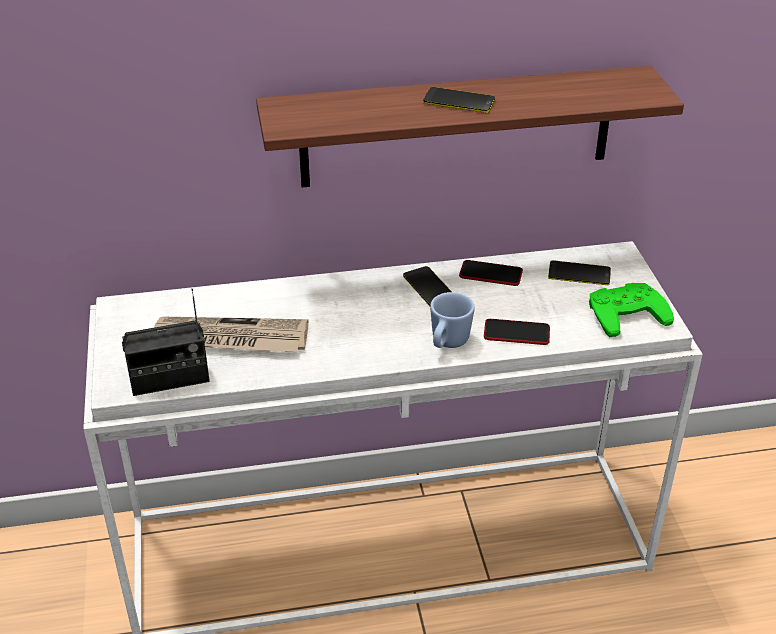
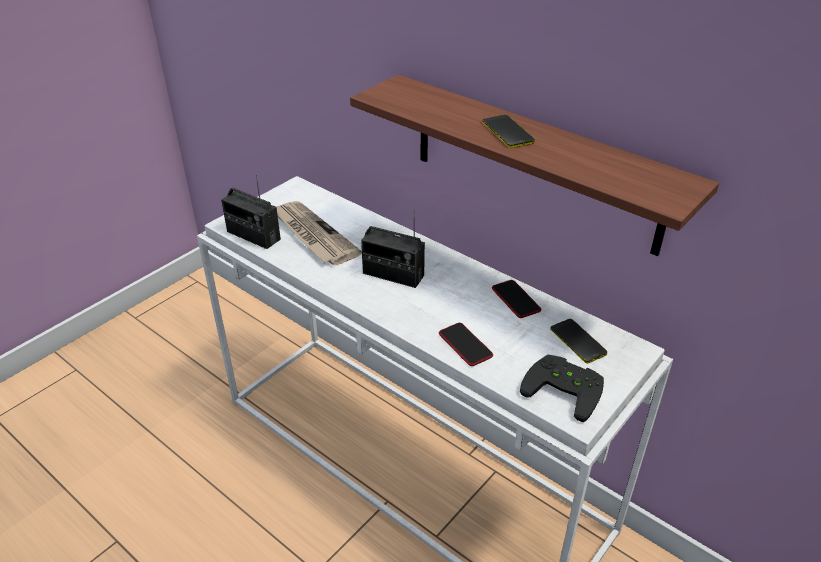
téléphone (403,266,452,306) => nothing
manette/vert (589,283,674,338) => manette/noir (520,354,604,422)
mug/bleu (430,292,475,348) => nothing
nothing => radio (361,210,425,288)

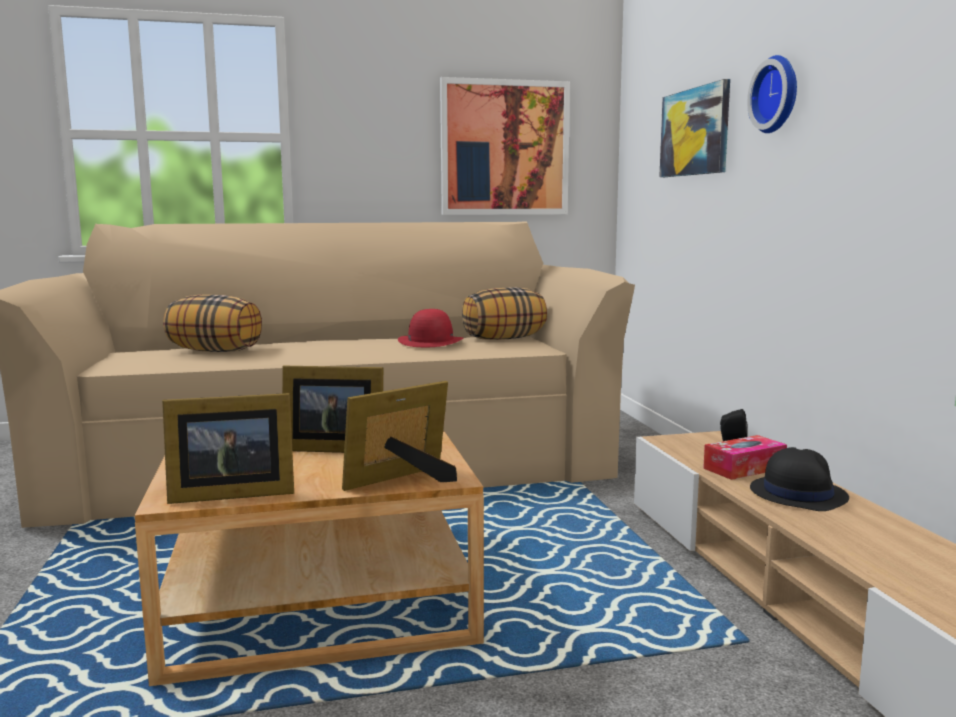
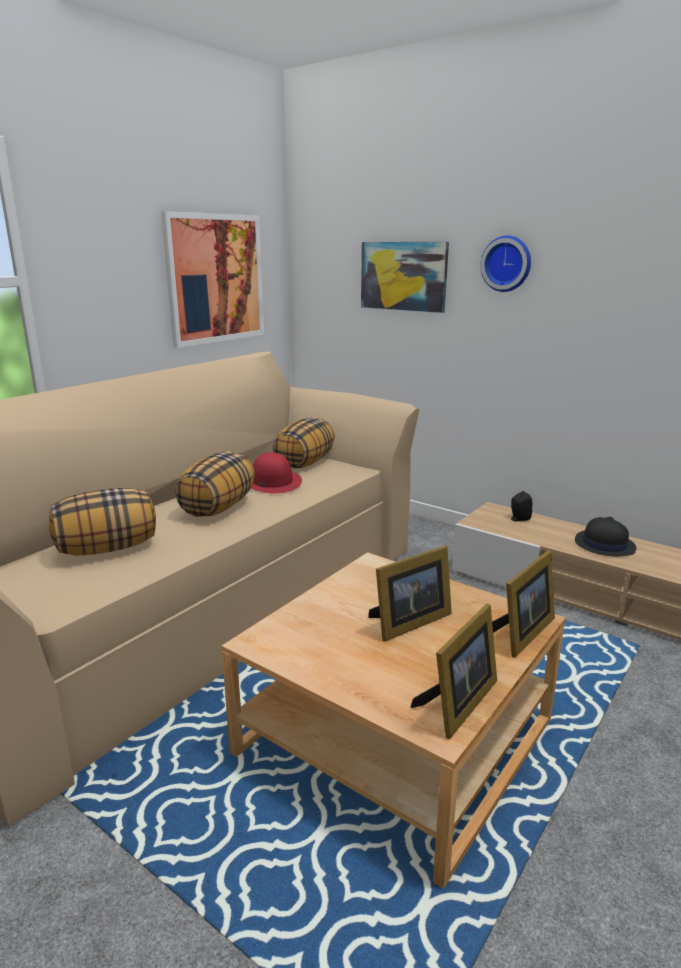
cadre photo (342,381,457,491) => cadre photo (492,550,555,658), 150 degrees counterclockwise
boîte à mouchoirs (703,435,787,480) => nothing
nothing => coussin (175,451,255,517)

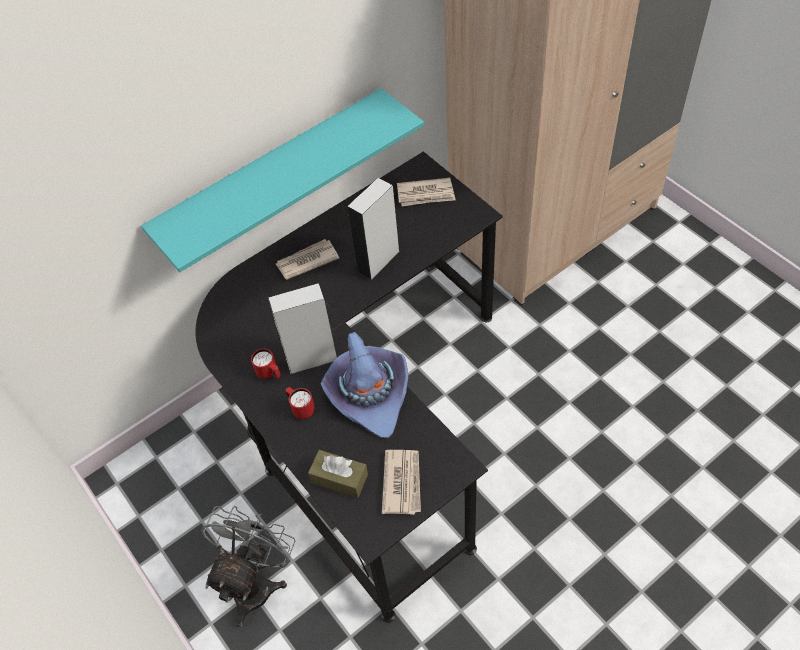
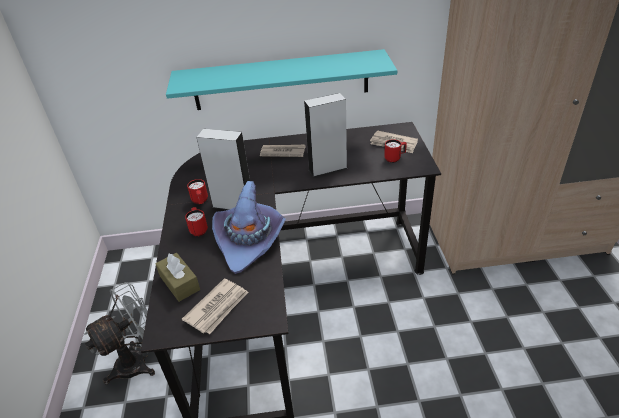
nothing => mug/rouge (384,139,407,163)

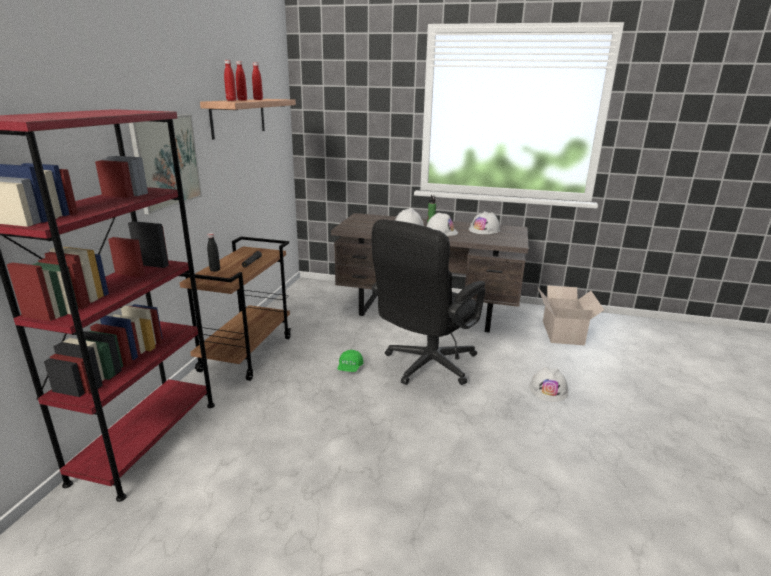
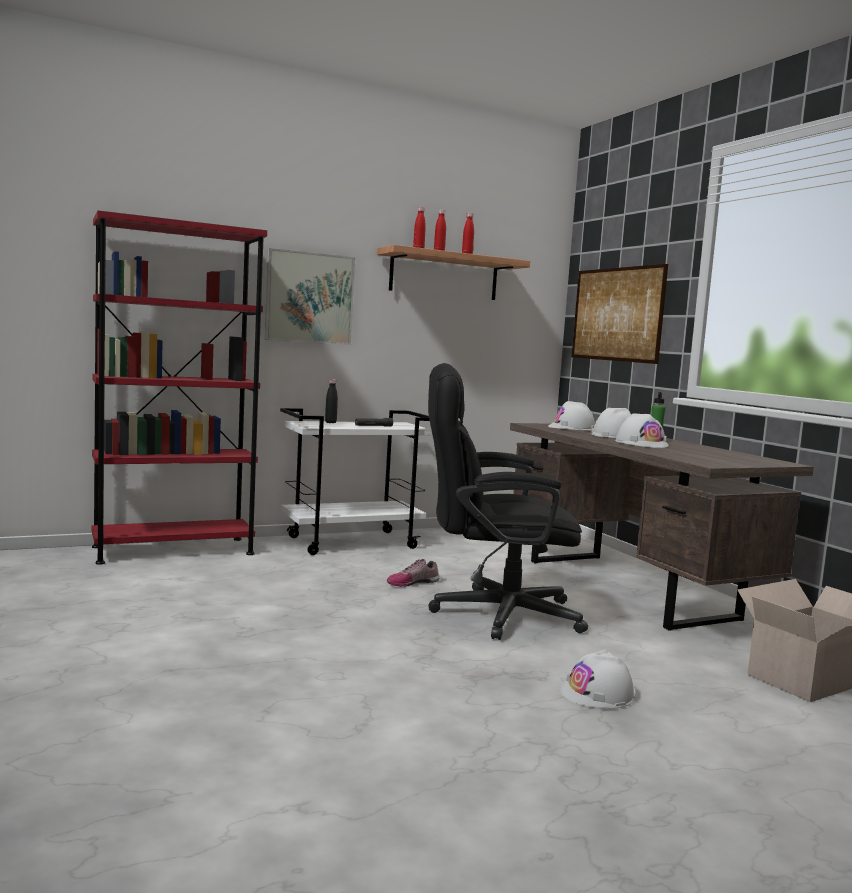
casque de chantier/blanc (469,211,500,234) => casque de chantier/blanc (548,401,595,431), move
chariot/marron (179,237,291,381) => chariot/blanc (280,408,432,555)
casquette/vert (338,350,364,372) => chaussure (387,559,440,587)
nothing => tableau (571,264,668,364)

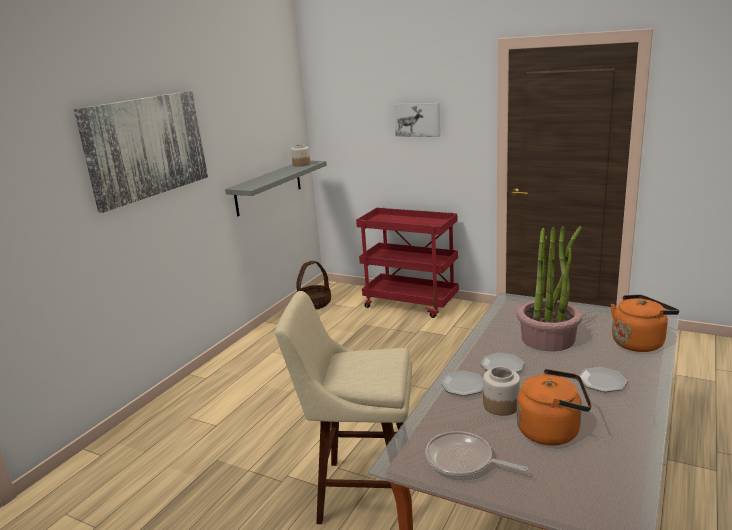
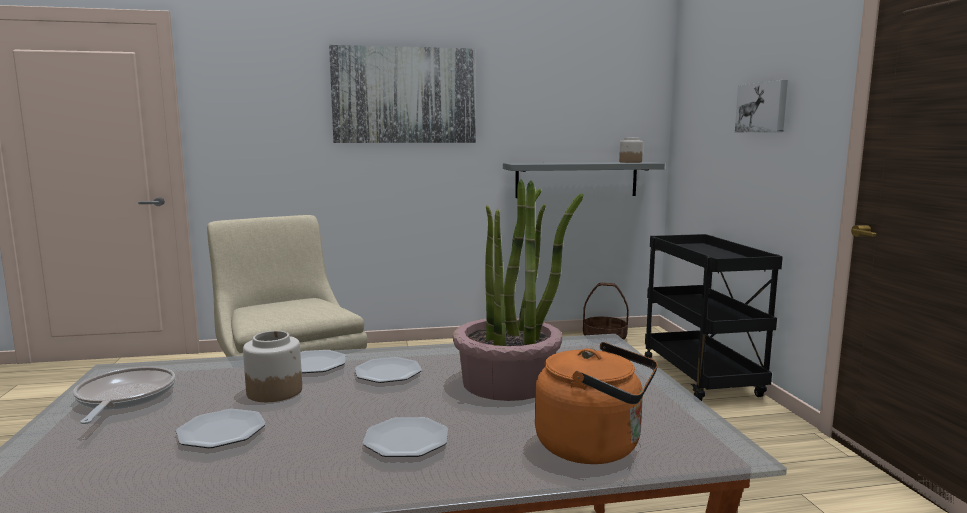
chariot/rouge (356,208,459,318) => chariot/noir (644,234,783,401)
bouilloire/orange (517,369,592,446) => assiette (176,409,266,448)

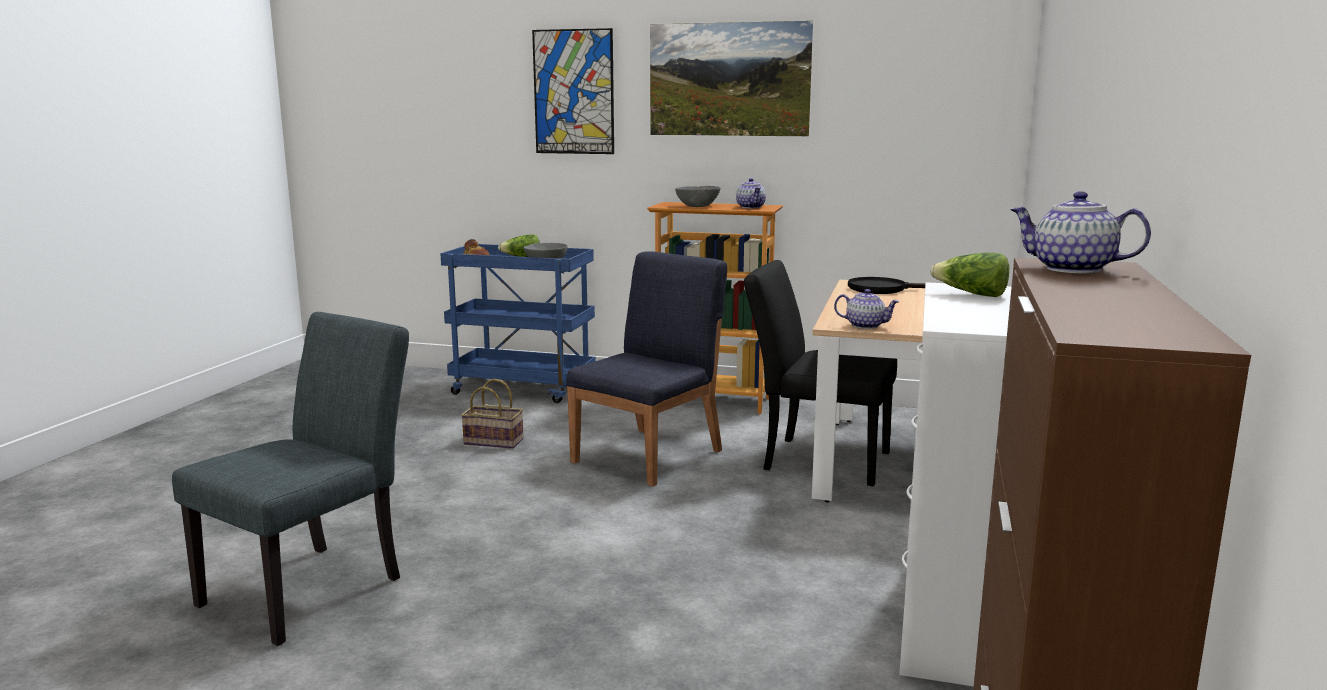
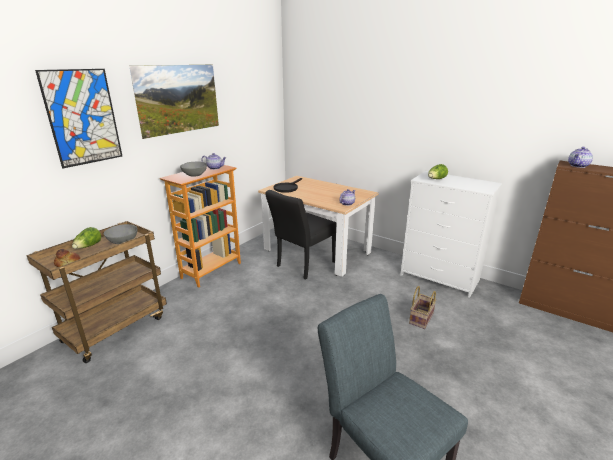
chariot/bleu (440,244,596,403) => chariot/marron (26,221,167,363)
chaise/bleu (566,251,727,487) => nothing
panier (461,379,523,449) => panier (409,286,437,329), move

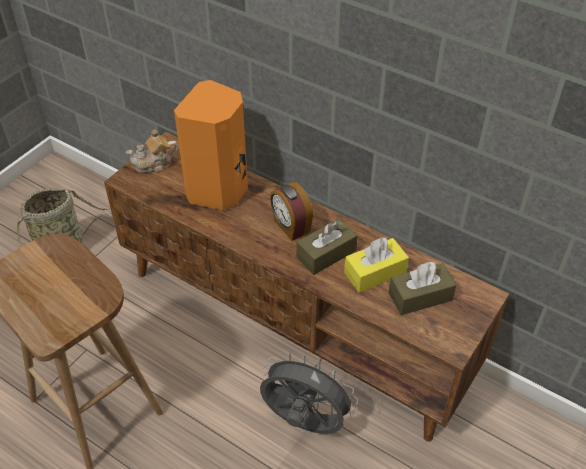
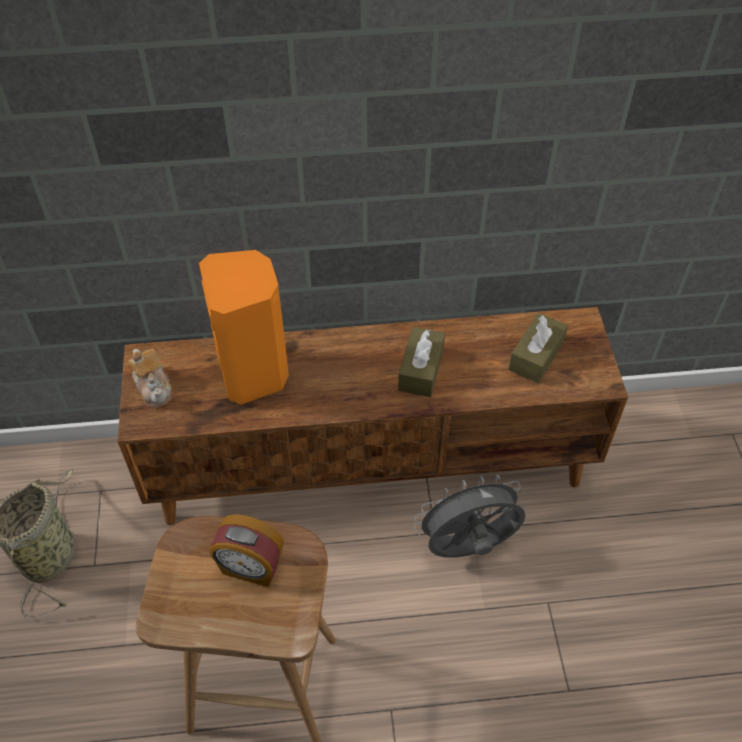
théière (126,129,178,173) => théière (128,349,172,408), 60 degrees counterclockwise
réveil (270,182,313,241) => réveil (209,514,284,588), move
boîte à mouchoirs/jaune (344,237,409,292) => nothing

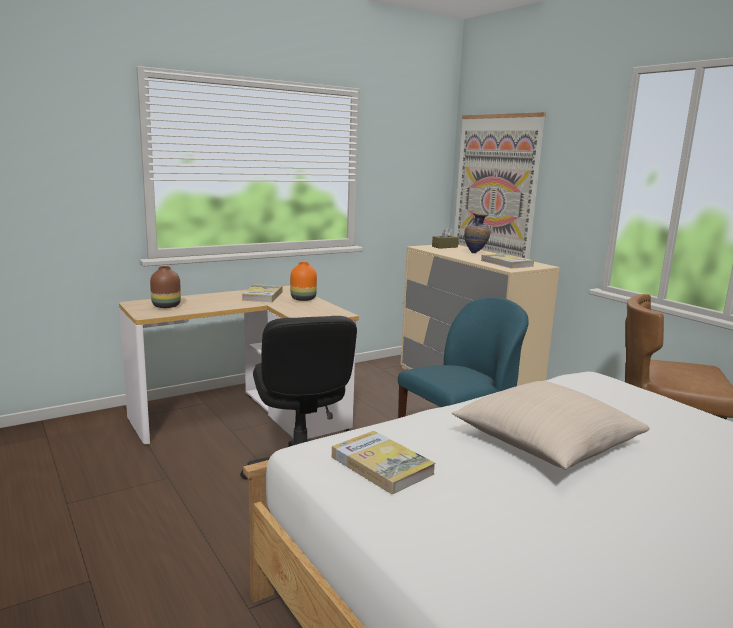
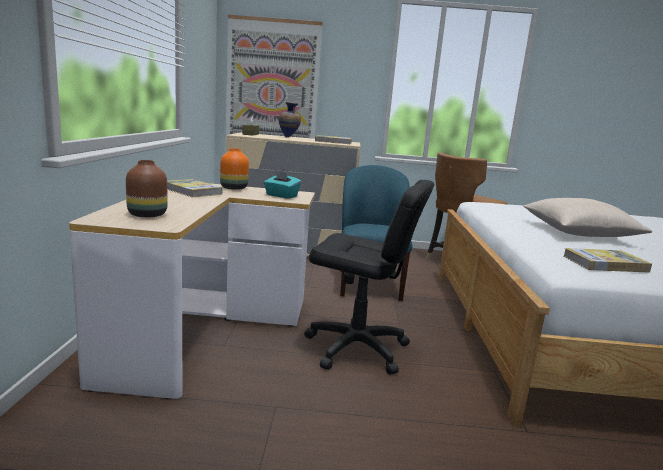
nothing => boîte à mouchoirs/turquoise (264,170,301,199)

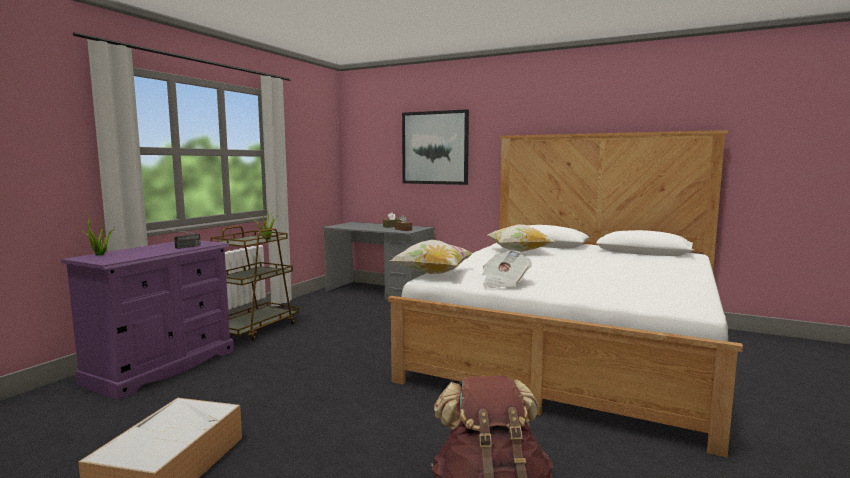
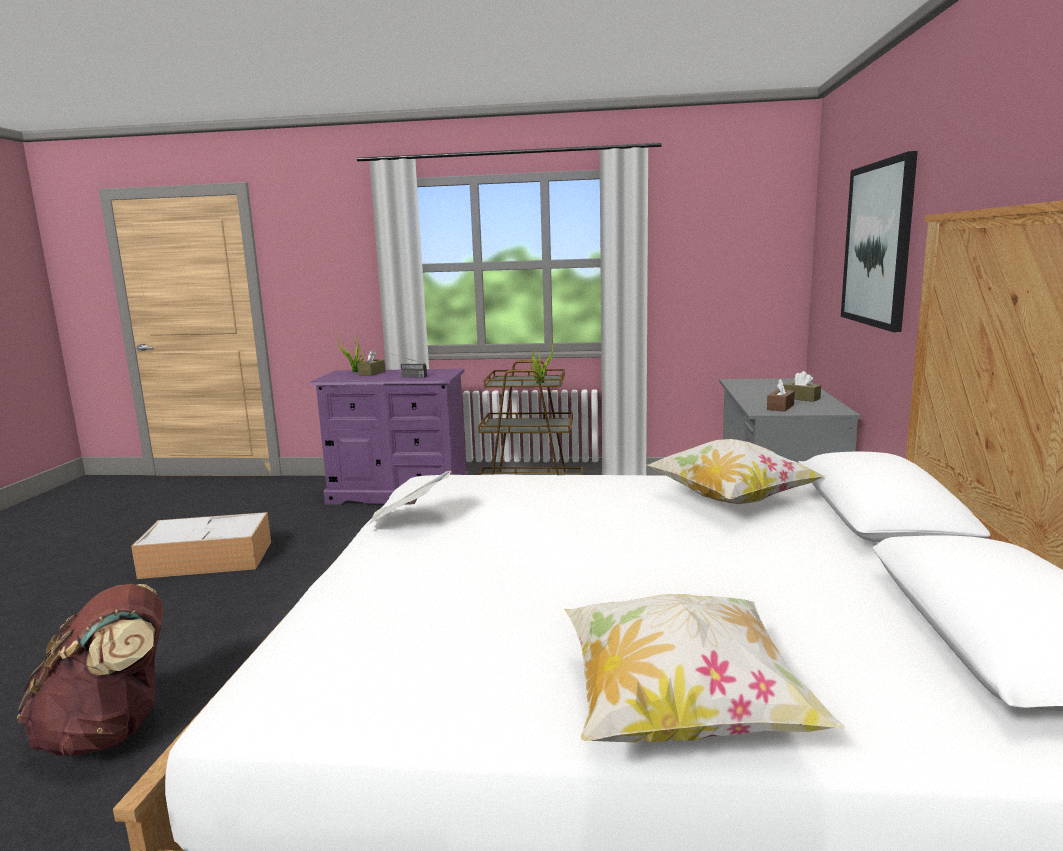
coussin (389,240,473,274) => coussin (564,594,845,742), move
nothing => boîte à mouchoirs/marron (358,350,385,376)

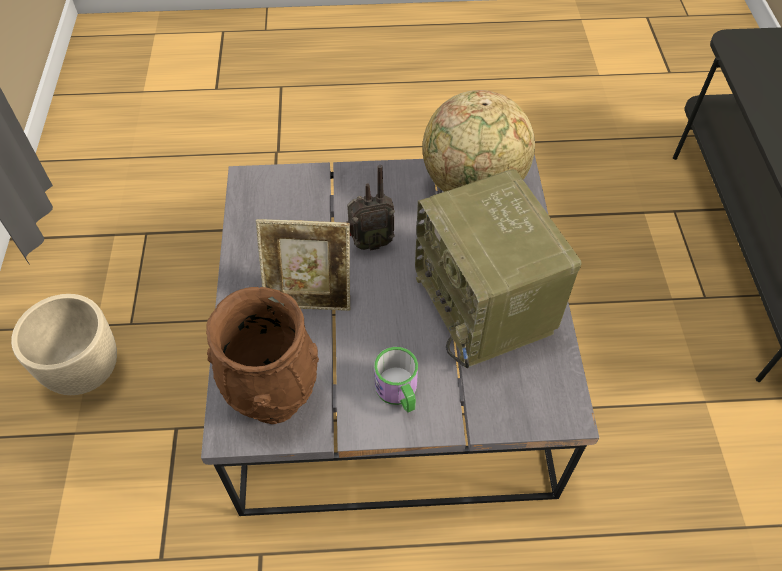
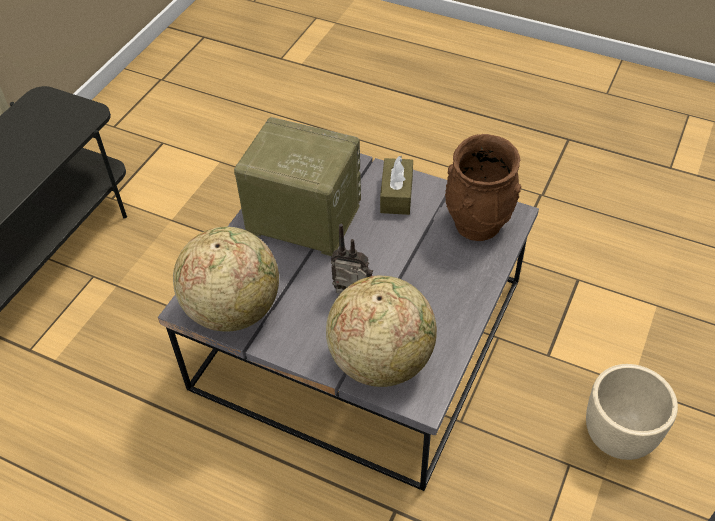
radio (415,169,582,368) => radio (234,117,361,256), 75 degrees counterclockwise
cadre photo (256,219,350,311) => nothing
mug (374,347,418,412) => boîte à mouchoirs/marron (380,156,413,215)
nothing => globe (326,276,437,387)

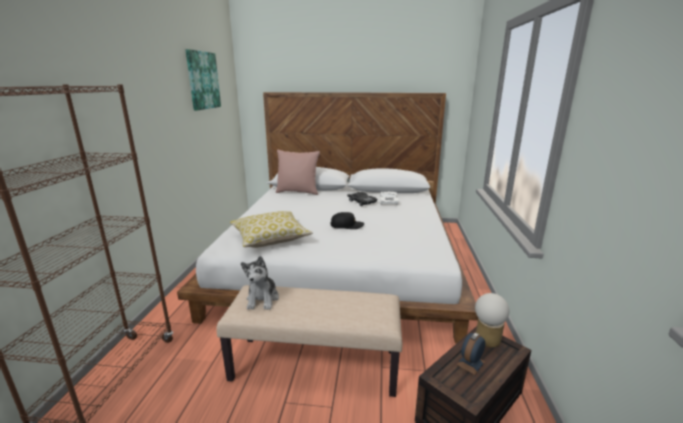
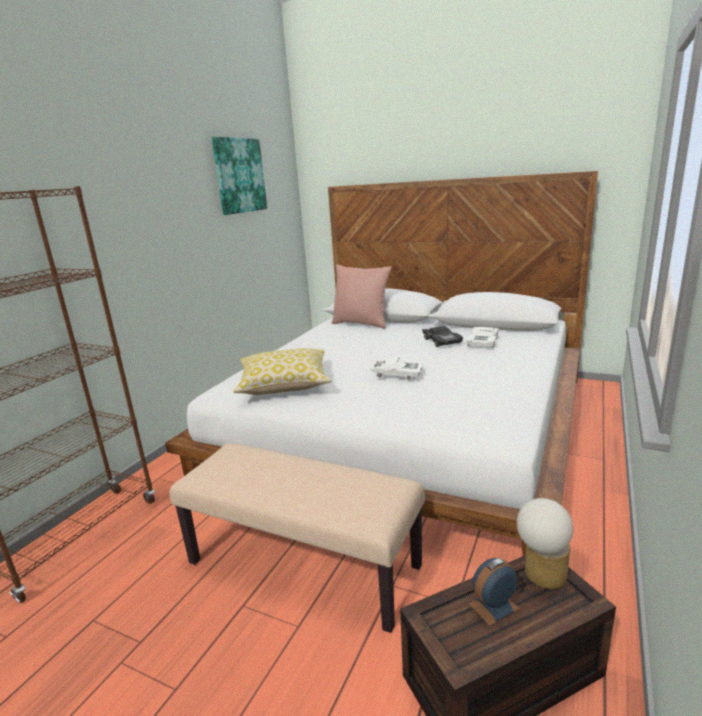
casquette/noir (331,212,364,229) => petite voiture/blanc (370,357,423,381)
peluche (241,256,279,310) => nothing

